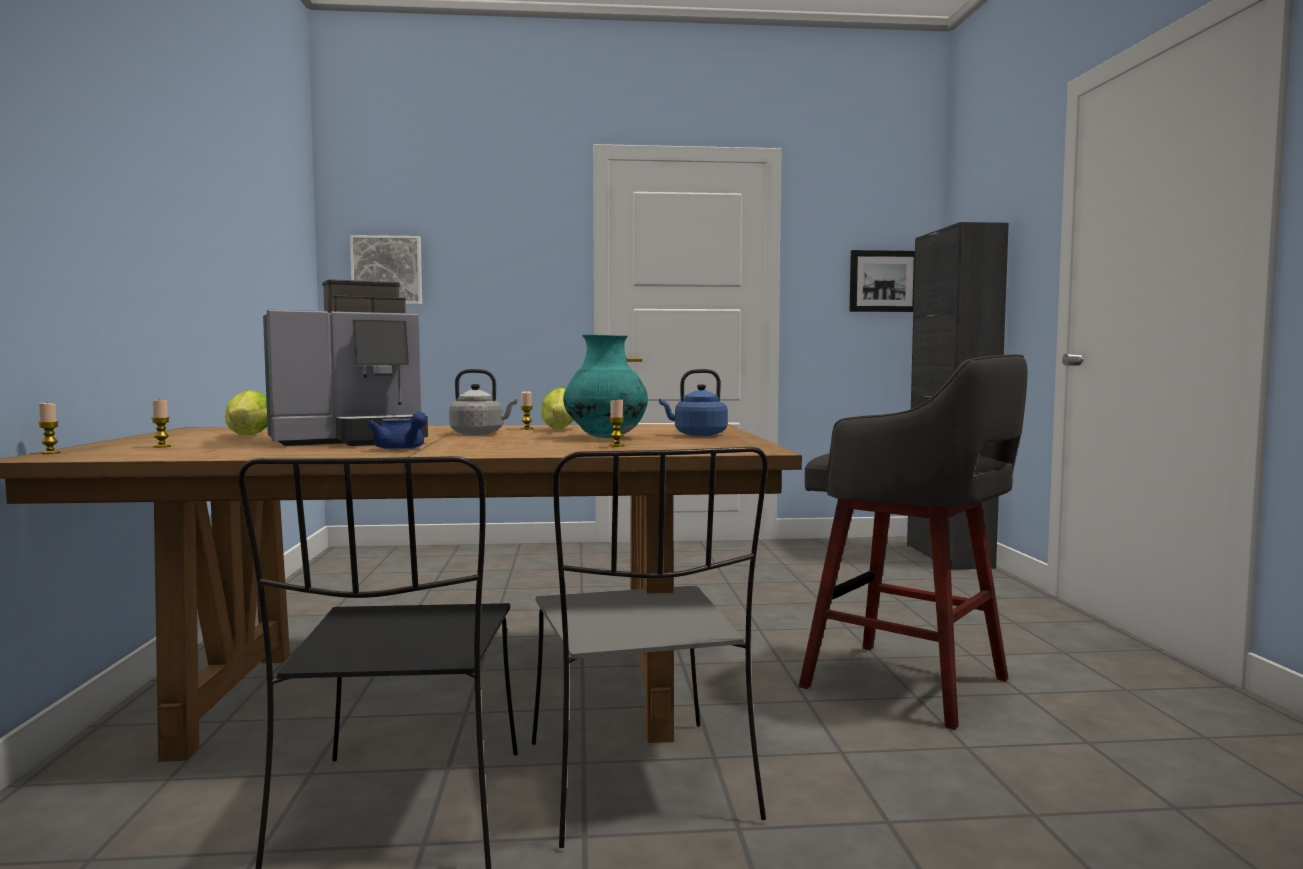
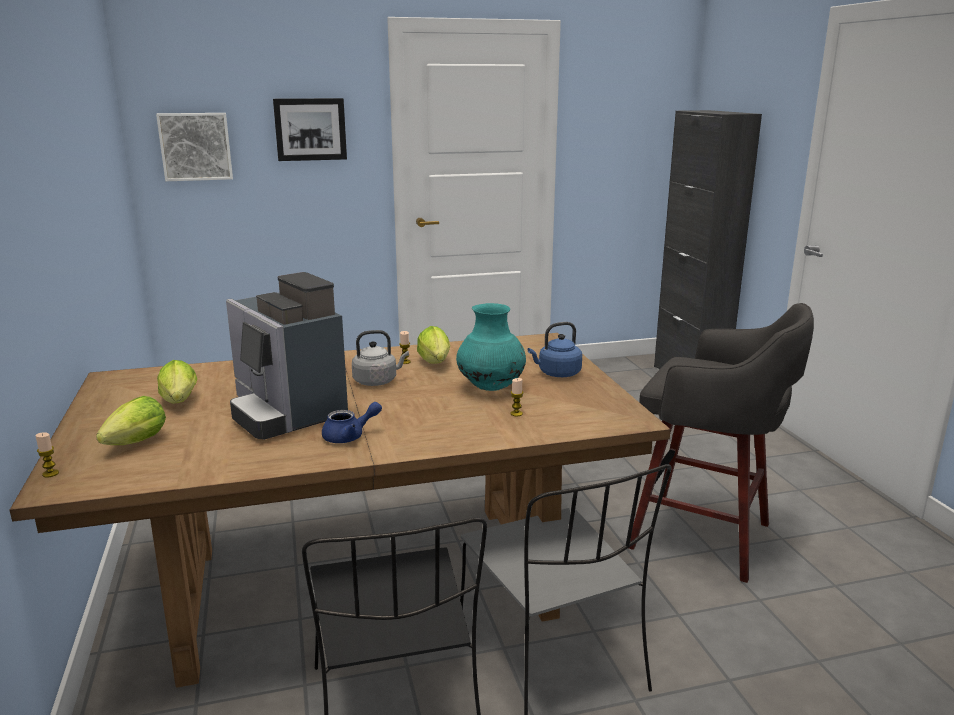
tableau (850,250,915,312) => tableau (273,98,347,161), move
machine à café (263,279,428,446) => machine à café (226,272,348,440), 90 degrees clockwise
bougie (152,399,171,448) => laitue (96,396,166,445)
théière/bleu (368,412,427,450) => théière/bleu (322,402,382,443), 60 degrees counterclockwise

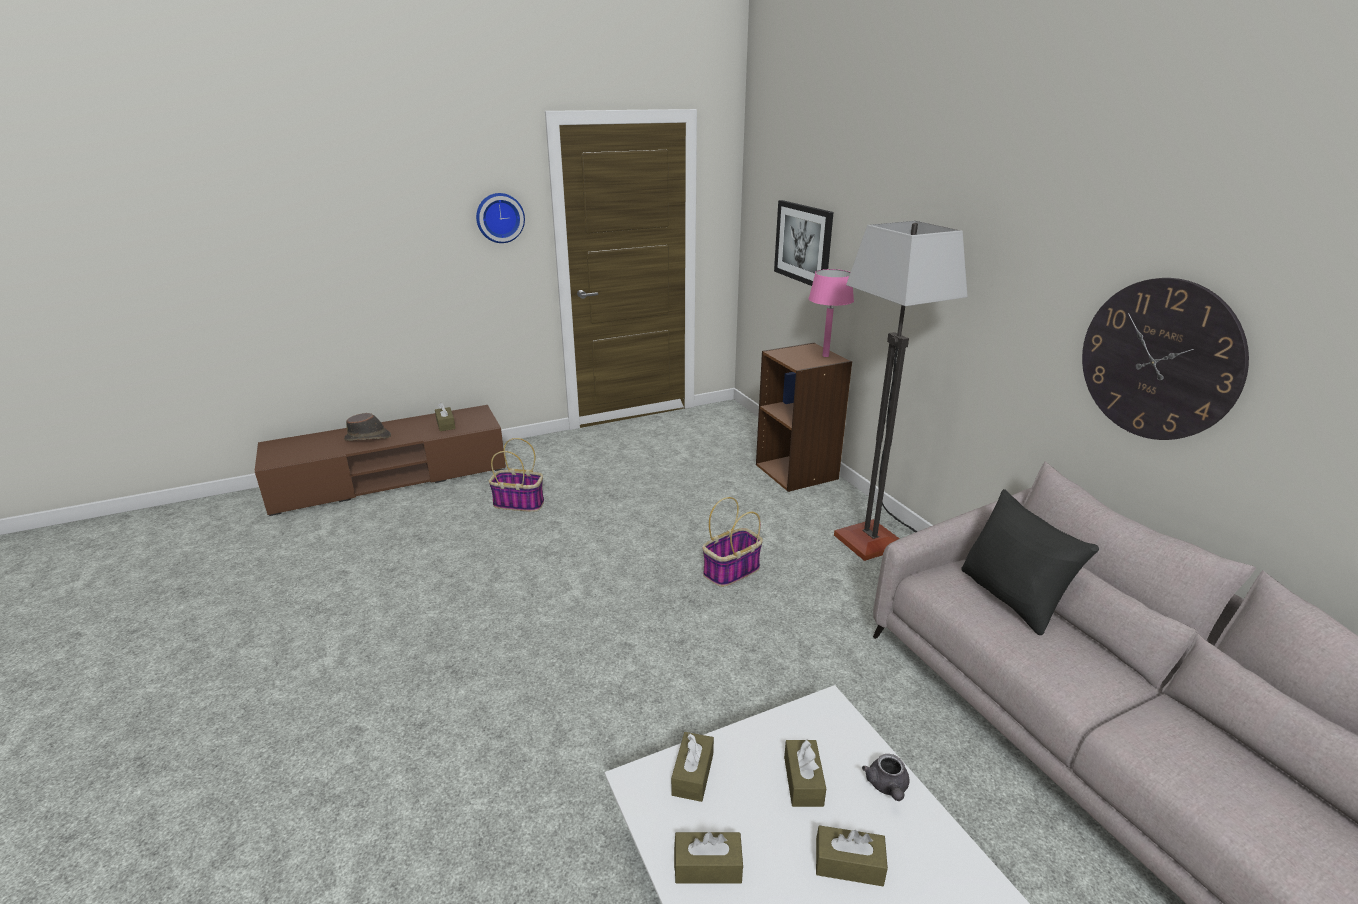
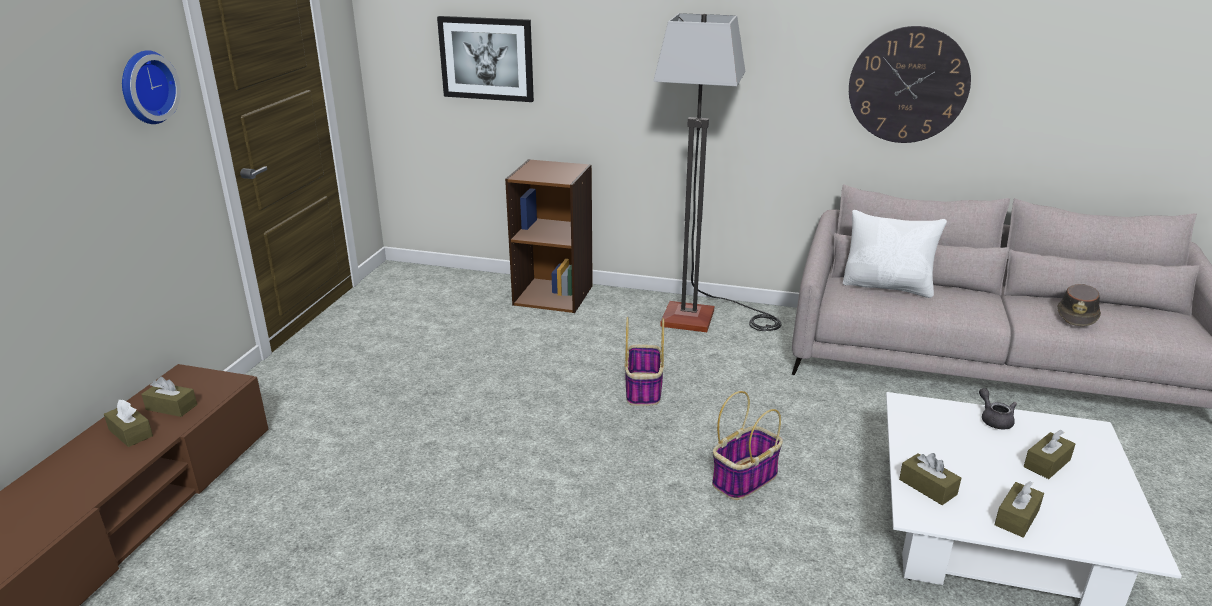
lampe de table/rose (809,269,854,357) => nothing
chapeau/marron (344,413,391,441) => chapeau/marron (1057,284,1101,326), move
panier (489,438,544,512) => panier (712,391,783,500), move
coussin/noir (961,489,1099,635) => coussin/blanc (843,210,947,298)
boîte à mouchoirs/marron (784,739,826,807) => boîte à mouchoirs/marron (104,399,153,447), move
théière/gris (862,754,909,801) => théière/gris (979,388,1017,429), 150 degrees counterclockwise

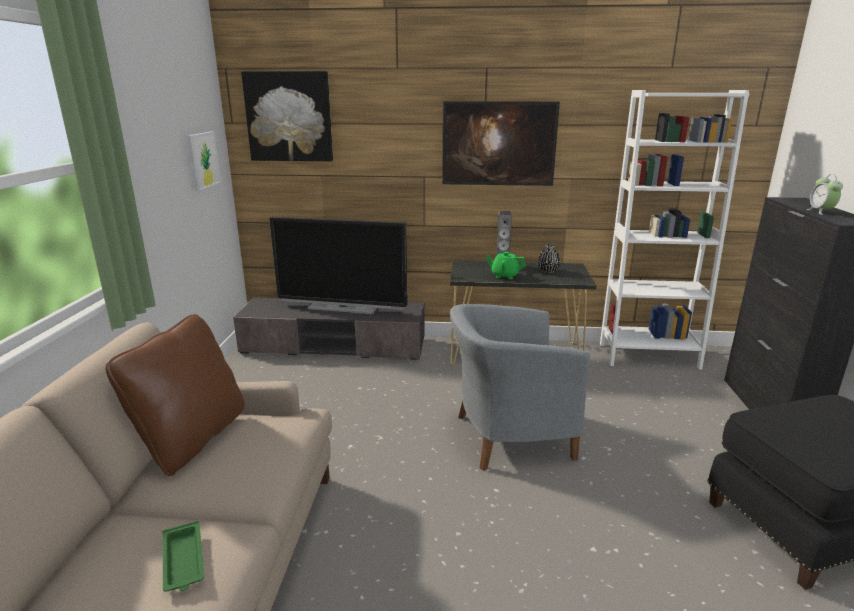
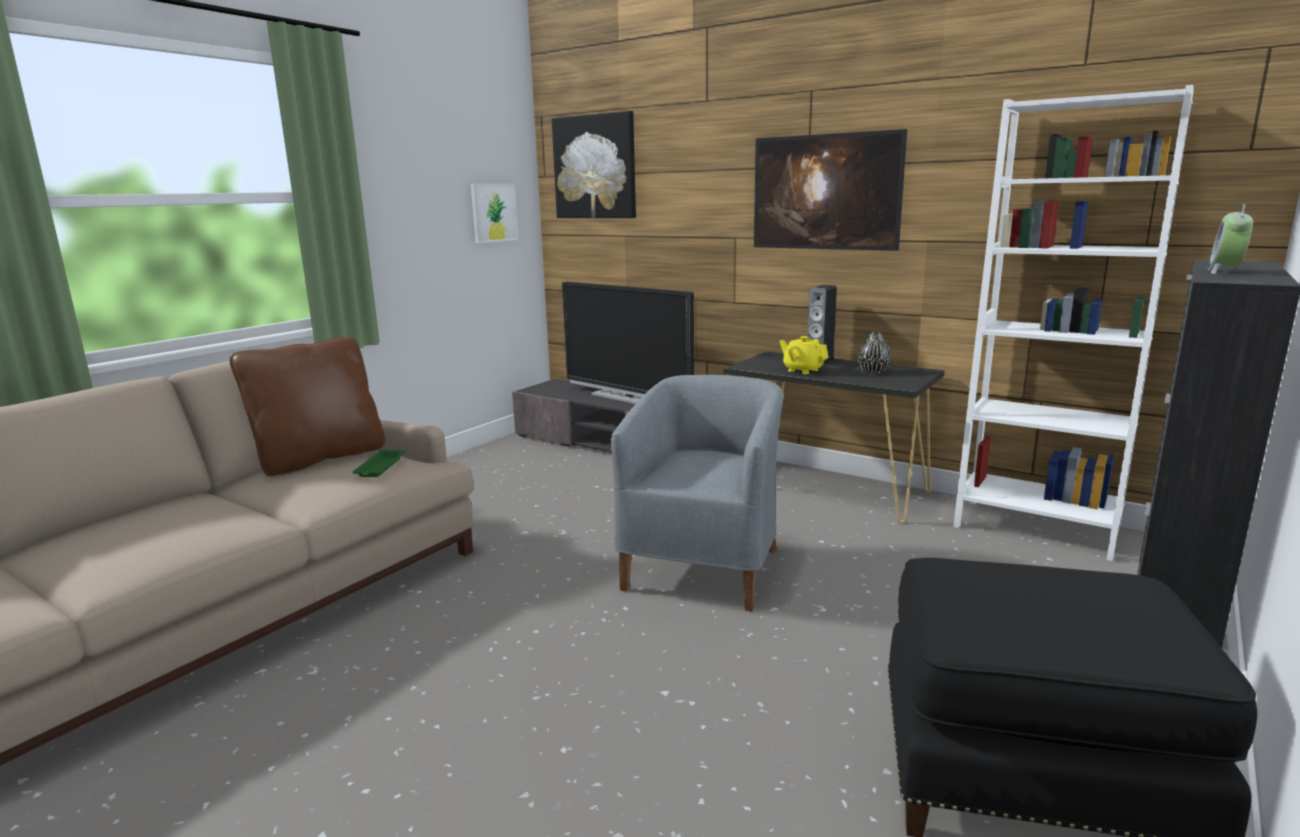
théière/vert (486,252,526,279) => théière/jaune (779,336,829,374)
fauteuil/gris (450,304,590,471) => fauteuil/gris (611,375,783,611), 90 degrees clockwise
plateau/vert (163,521,204,592) => plateau/vert (353,450,405,477), move

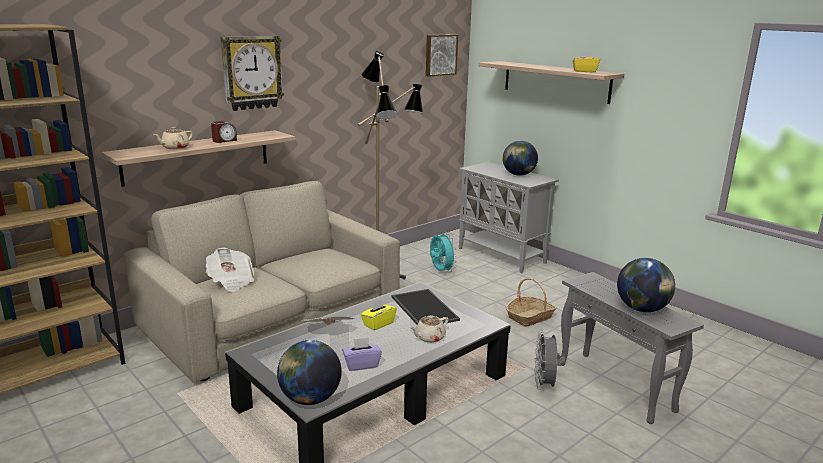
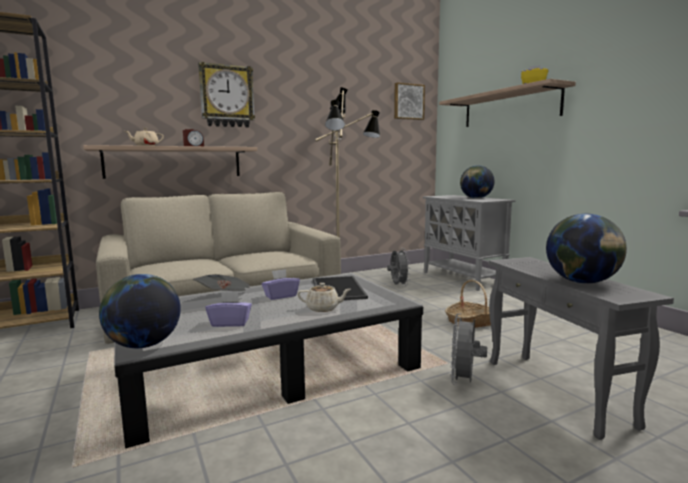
ventilateur/turquoise (430,232,457,273) => ventilateur/gris (387,248,411,287)
journal (206,248,255,292) => nothing
boîte à mouchoirs/jaune (360,299,397,330) => boîte à mouchoirs/violet (262,269,300,300)
théière/beige (411,315,448,343) => théière/beige (297,283,351,312), 150 degrees counterclockwise

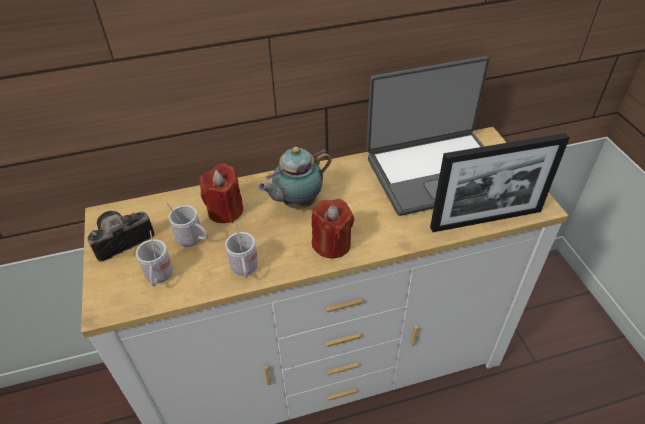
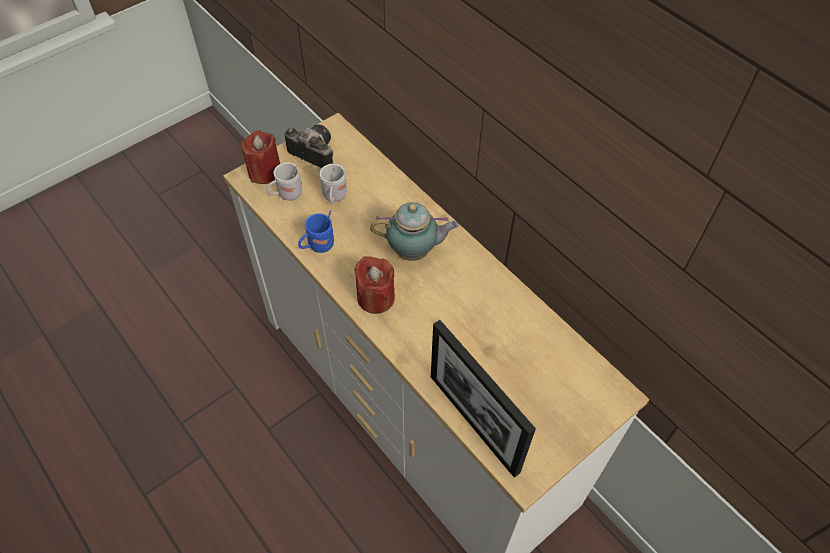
ordinateur portable (366,56,489,216) => nothing
théière (258,147,331,209) => théière (370,202,459,261), 150 degrees clockwise
bougie/rouge (200,164,243,223) => bougie/rouge (241,130,280,184), move
mug/blanc (225,223,258,278) => mug/bleu (298,210,334,253)

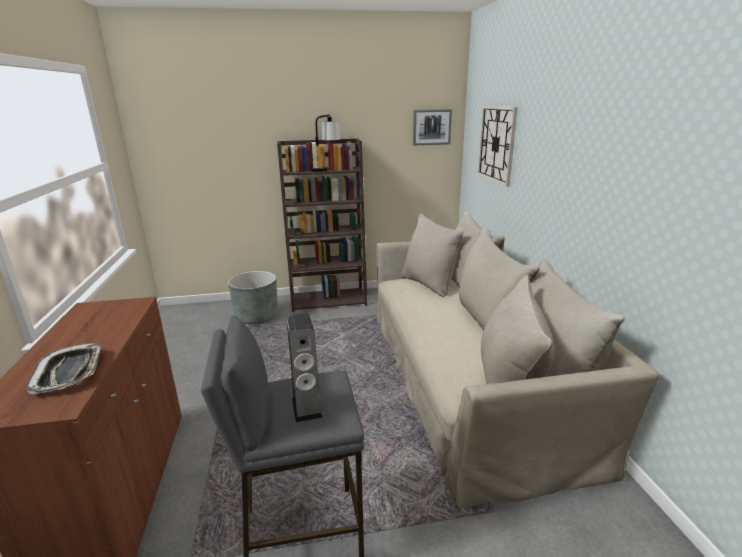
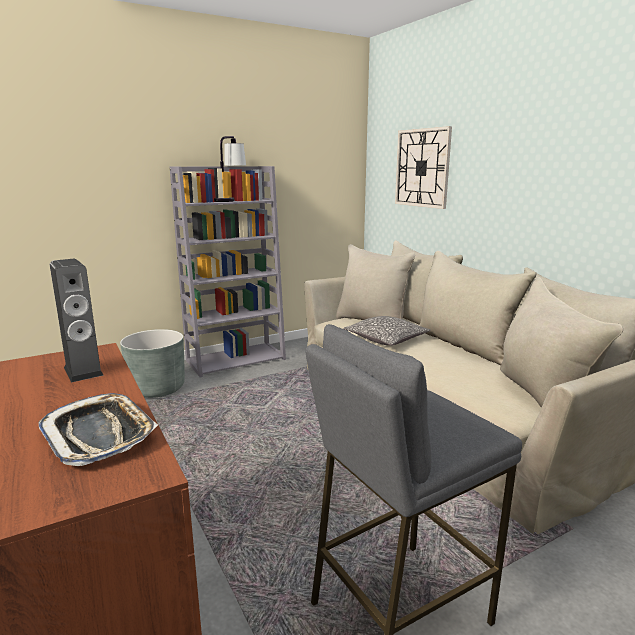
tableau (413,109,452,145) => nothing
bibliothèque/marron (277,139,367,312) => bibliothèque/gris (170,166,286,377)
enceinte (286,313,323,423) => enceinte (50,259,103,383), move
nothing => coussin (343,316,431,345)

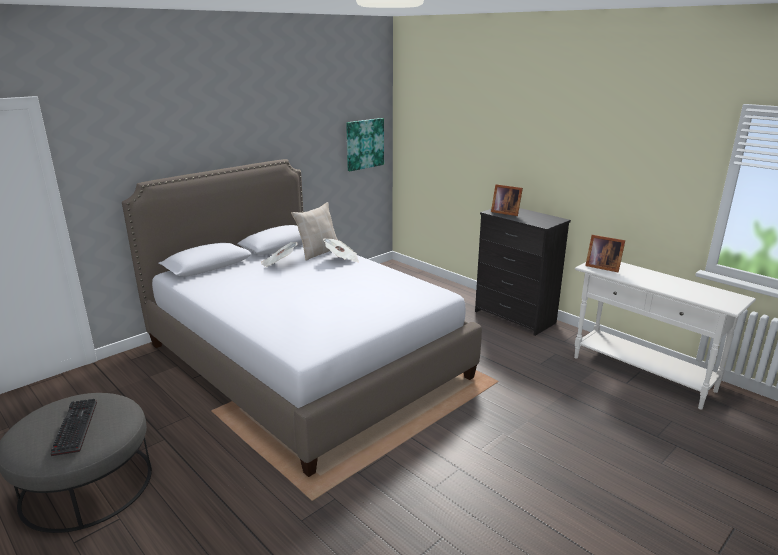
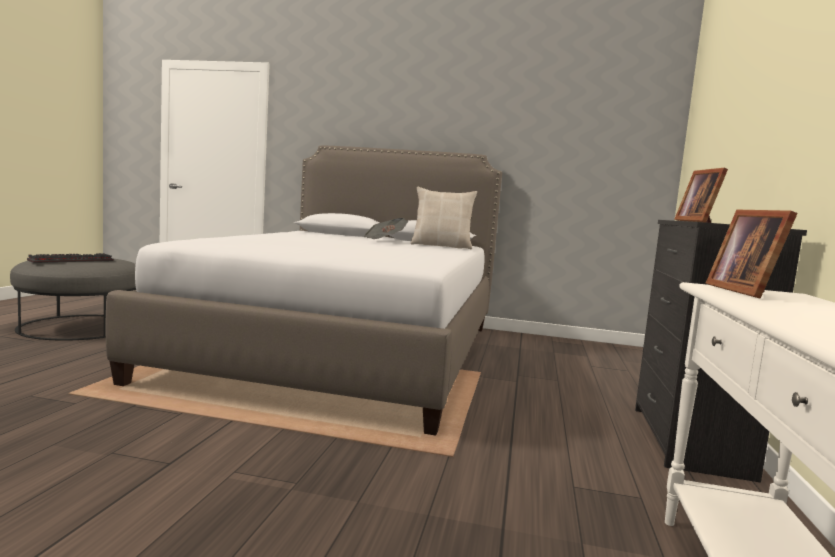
tableau (346,118,384,171) => nothing
journal (323,238,359,262) => nothing

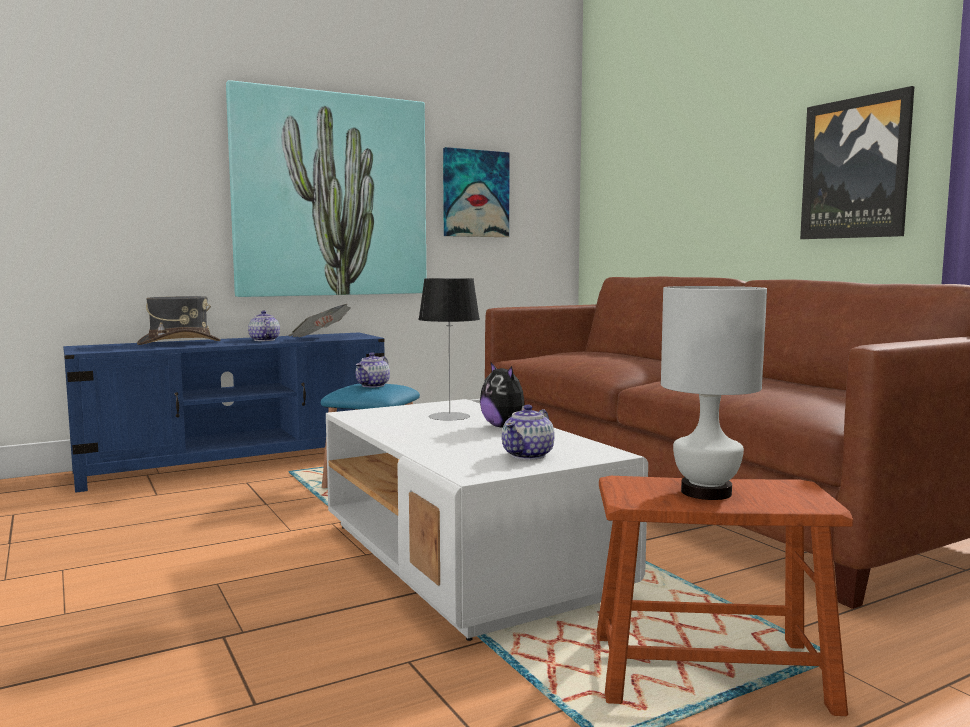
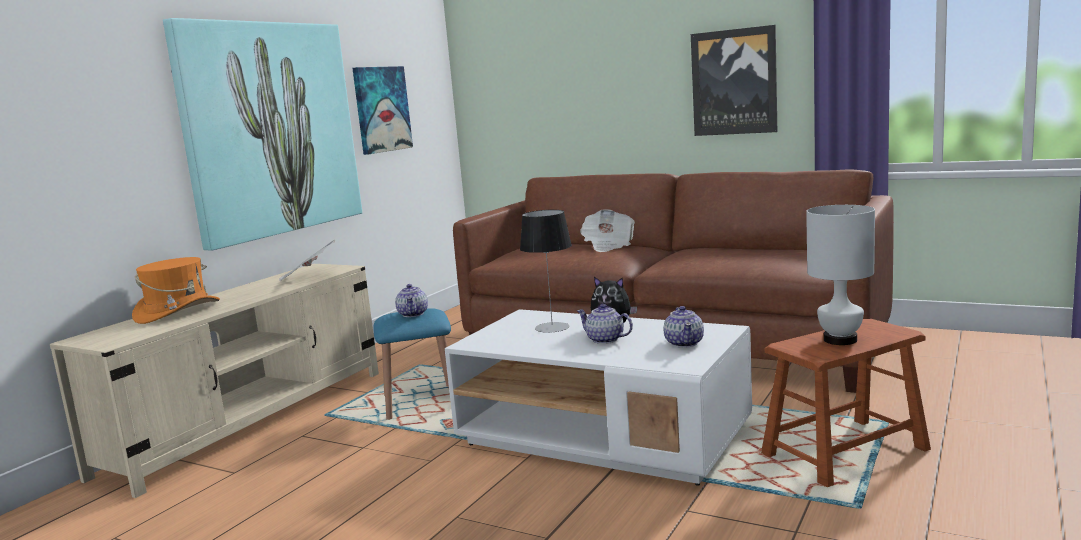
chapeau/gris (137,296,221,345) => chapeau/orange (132,257,220,324)
théière (248,310,280,341) => théière (577,304,633,344), move
meuble télé/bleu (63,332,385,493) => meuble télé/beige (50,264,379,498)
nothing => journal (580,209,635,252)

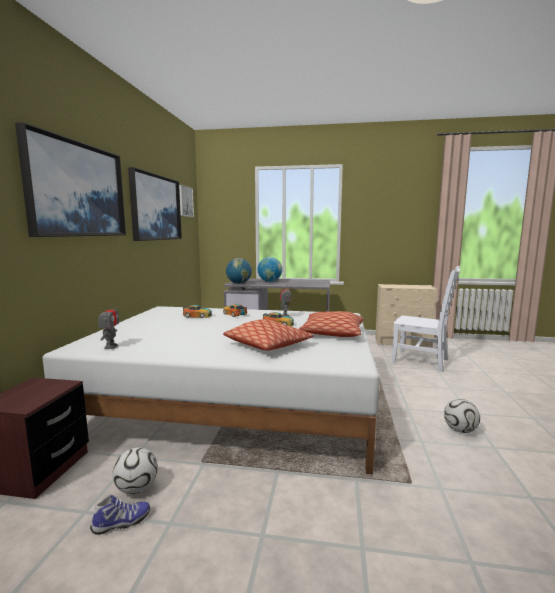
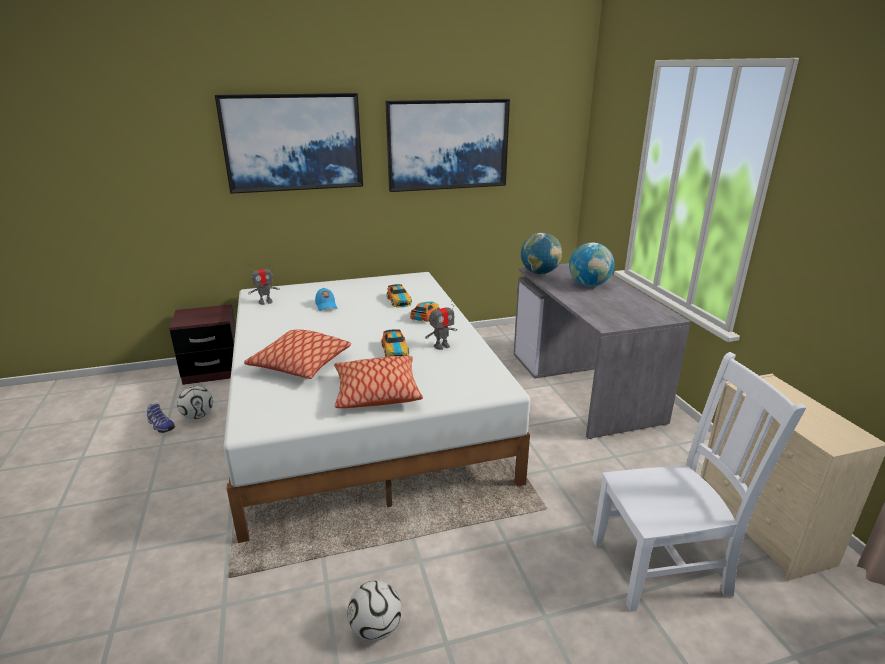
tableau (179,185,194,217) => nothing
chaise/blanc (392,266,460,372) => chaise/blanc (592,352,806,612), 105 degrees counterclockwise
nothing => casquette/bleu (315,288,337,311)

